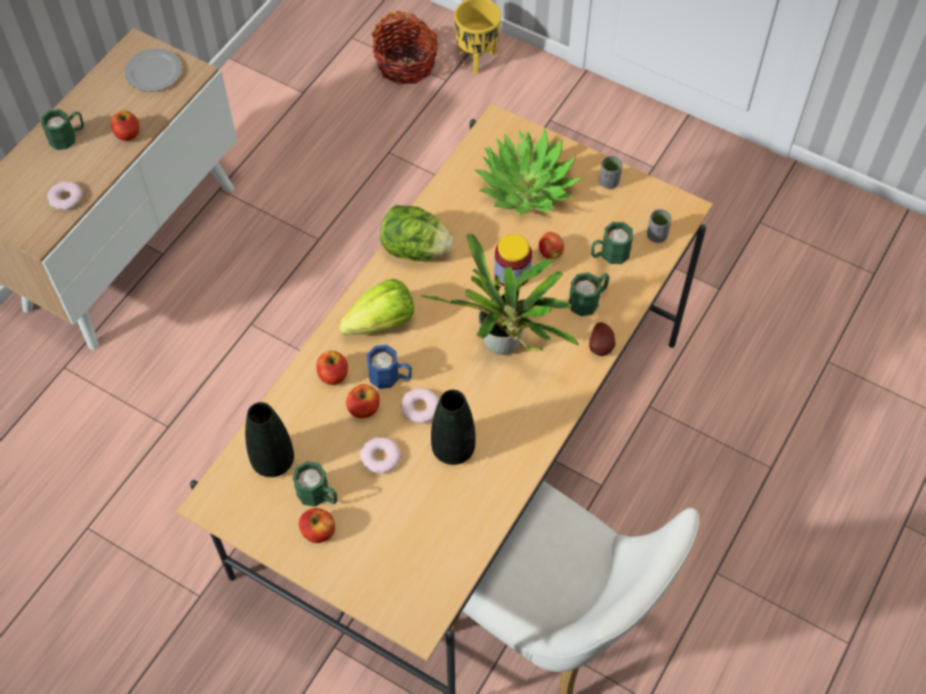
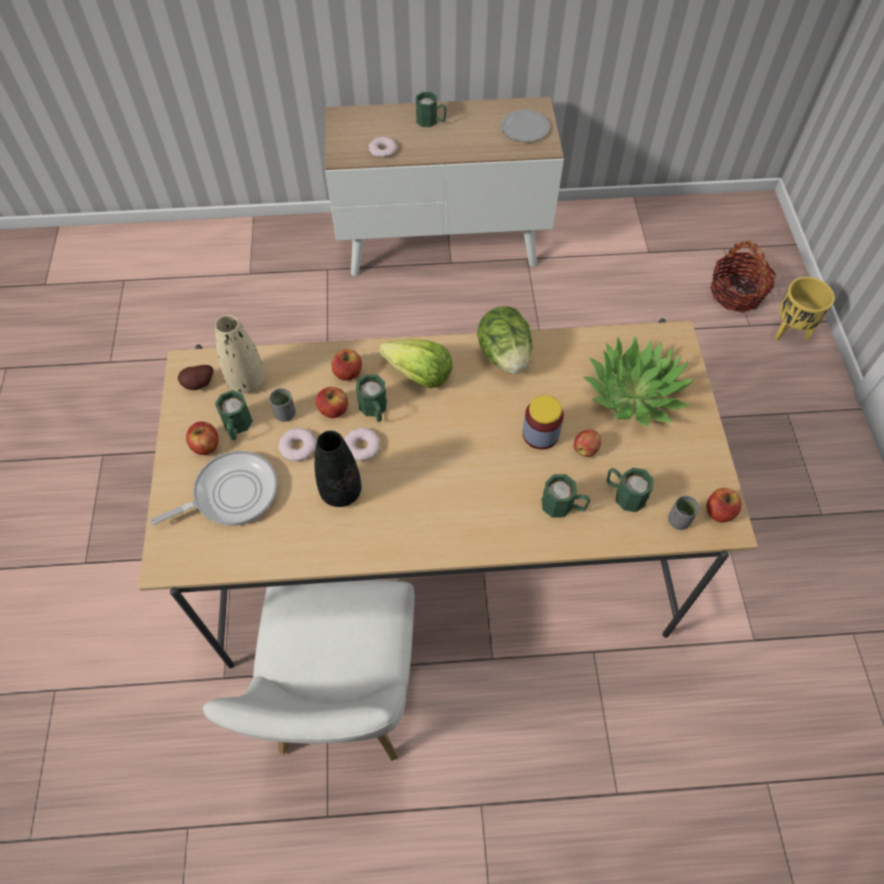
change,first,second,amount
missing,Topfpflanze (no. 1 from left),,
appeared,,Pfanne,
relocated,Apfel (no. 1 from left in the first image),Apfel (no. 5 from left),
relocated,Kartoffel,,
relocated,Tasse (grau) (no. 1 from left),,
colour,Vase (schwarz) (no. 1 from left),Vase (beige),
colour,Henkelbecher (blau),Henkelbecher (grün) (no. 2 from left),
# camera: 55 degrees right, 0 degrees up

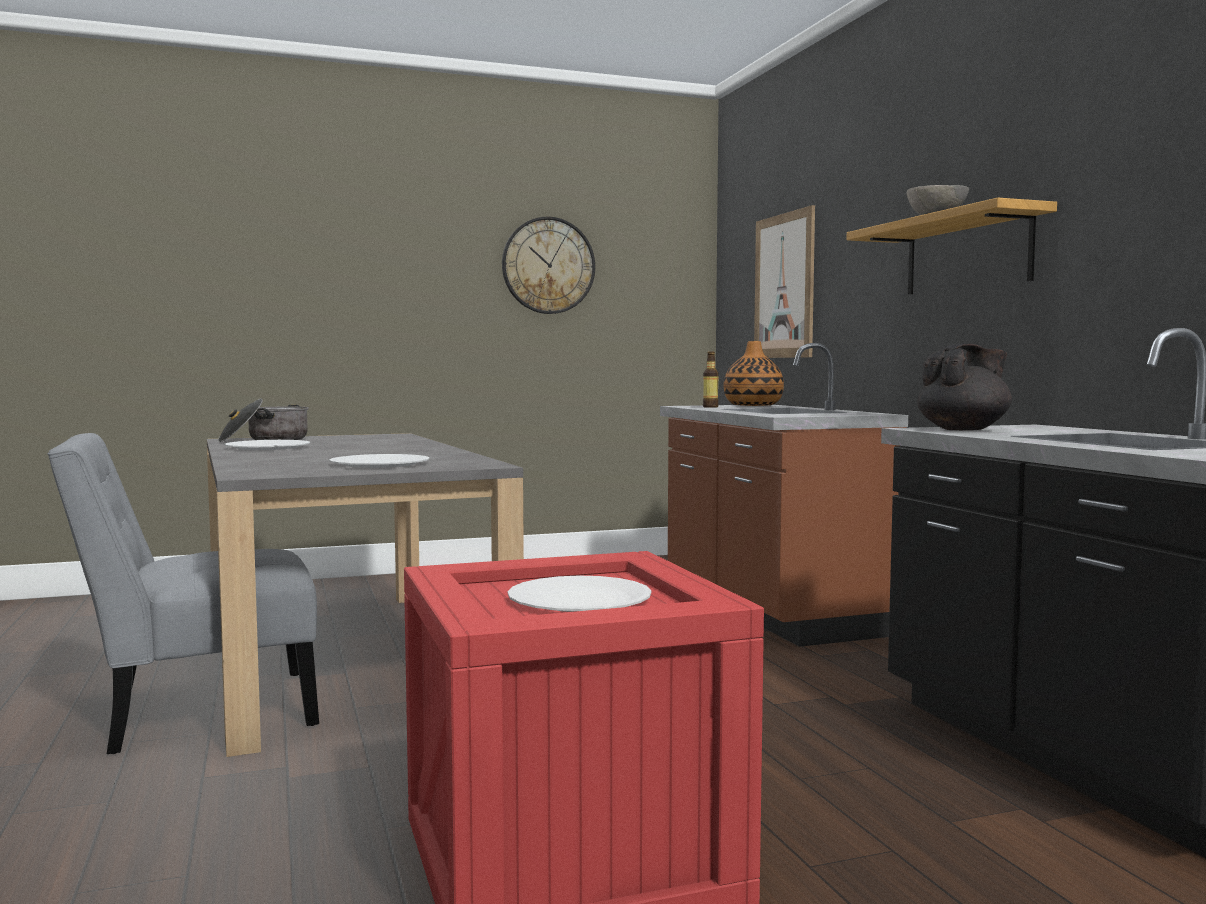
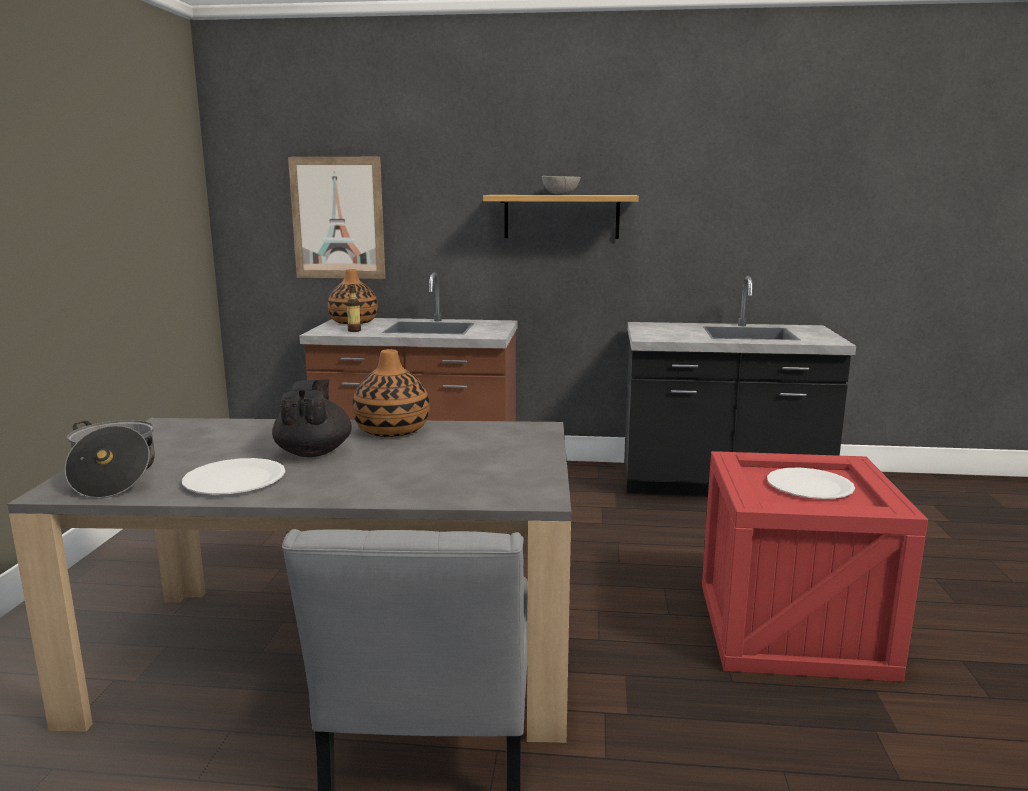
change,first,second,amount
missing,Teller (weiß) (no. 2 from left),,
missing,Wanduhr,,
appeared,,Vase (no. 2 from left),
relocated,Teekanne (schwarz),,
# camera: 65 degrees left, 10 degrees up

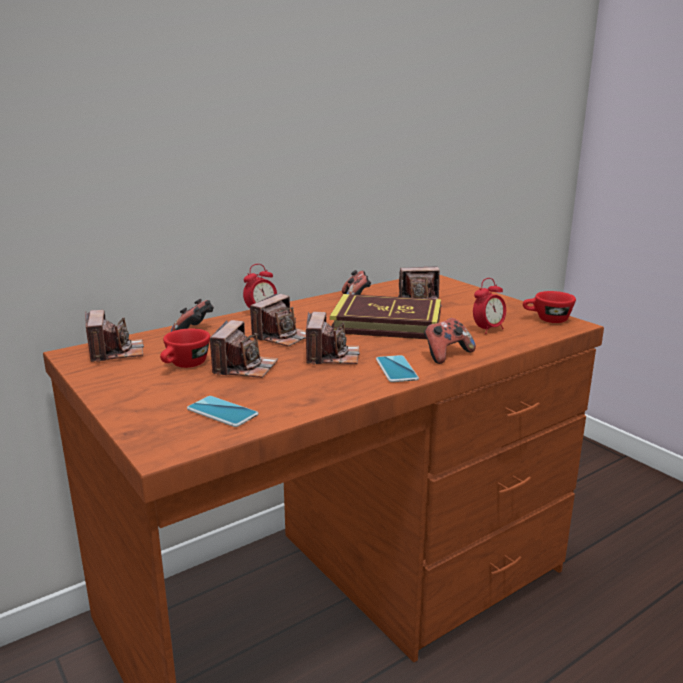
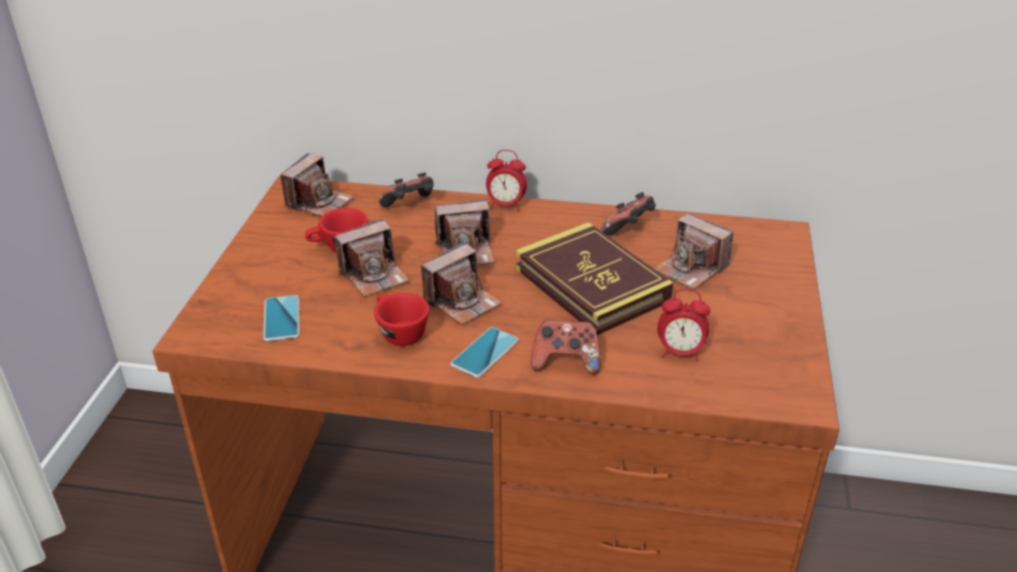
change,first,second,amount
relocated,Tasse (rot) (no. 2 from left),,
# camera: 45 degrees right, 15 degrees up

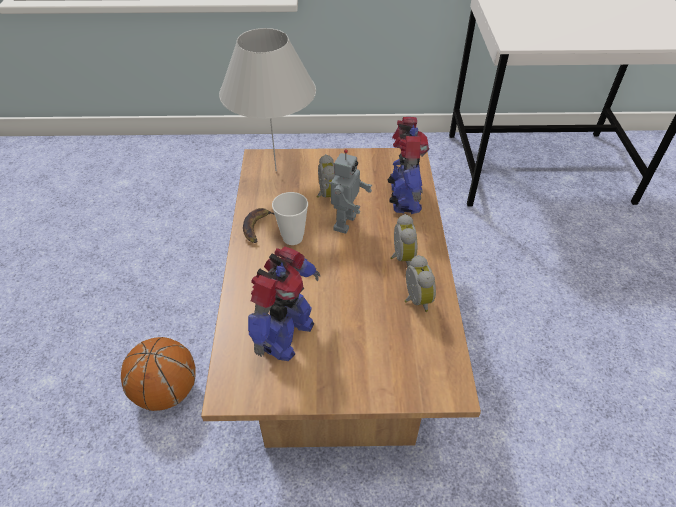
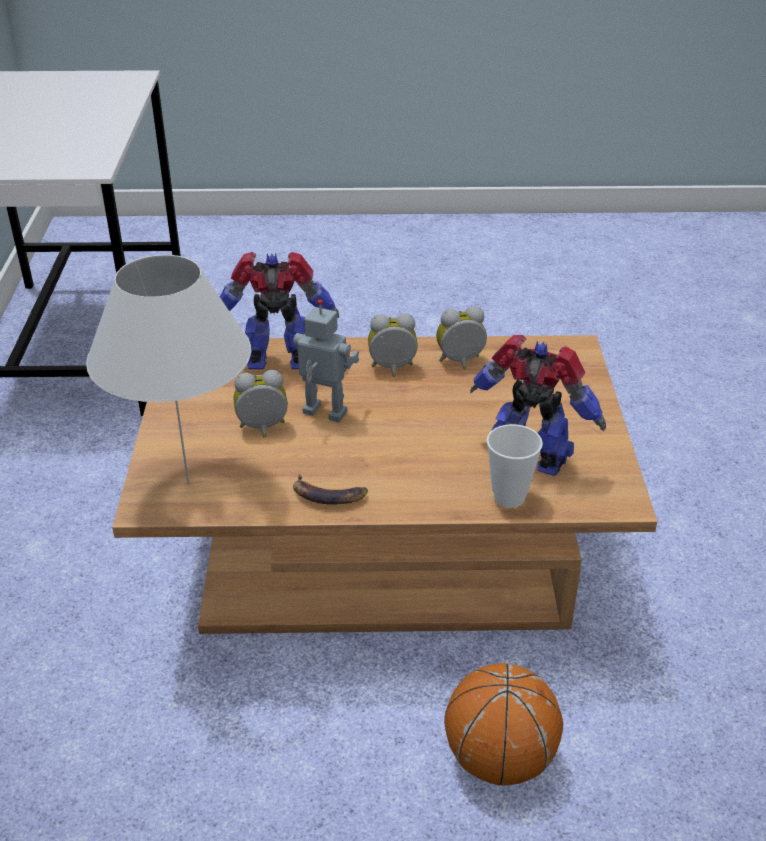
change,first,second,amount
relocated,Tasse,,
# camera: 90 degrees left, 10 degrees down

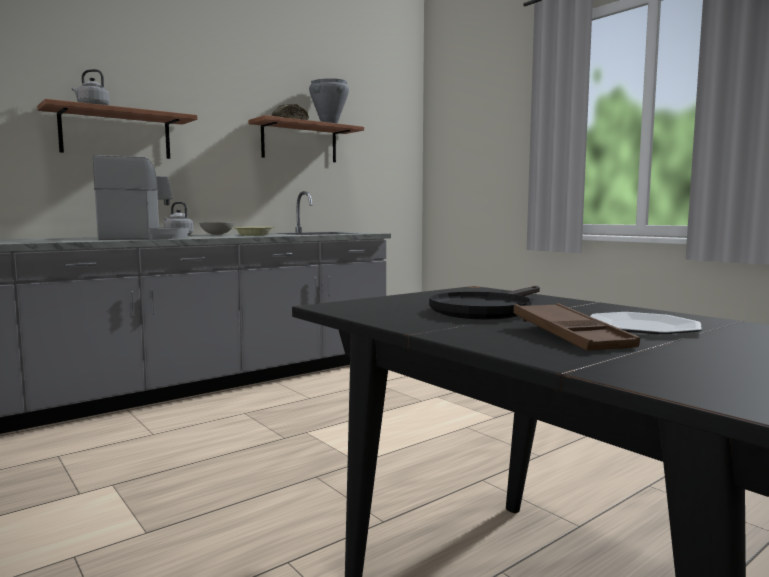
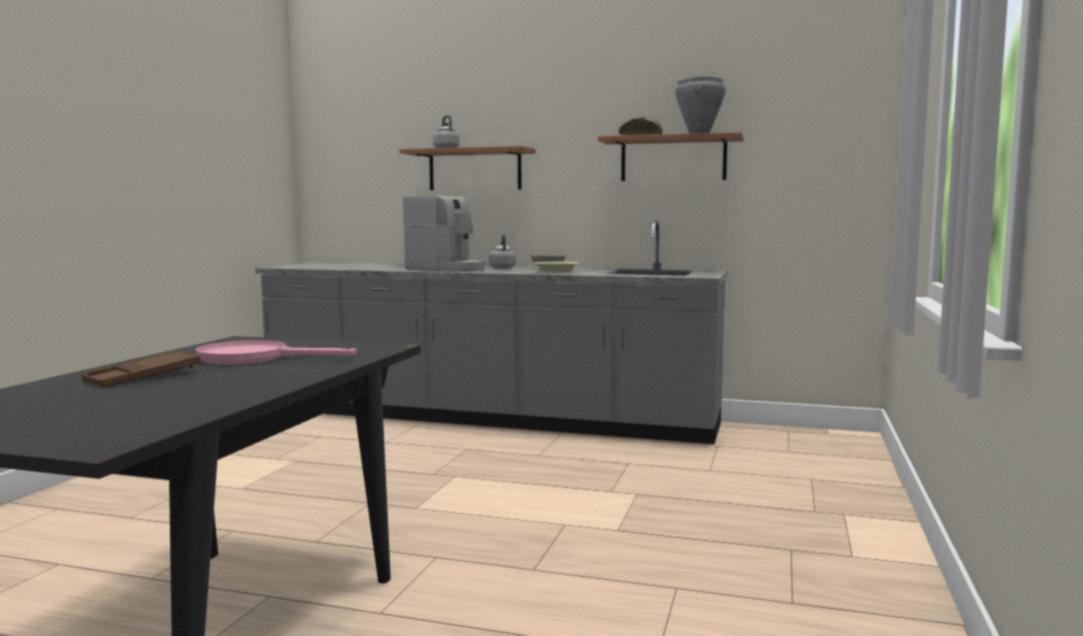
change,first,second,amount
missing,Teller,,
colour,Pfanne (schwarz),Pfanne (rosa),
# camera: 55 degrees right, 0 degrees up

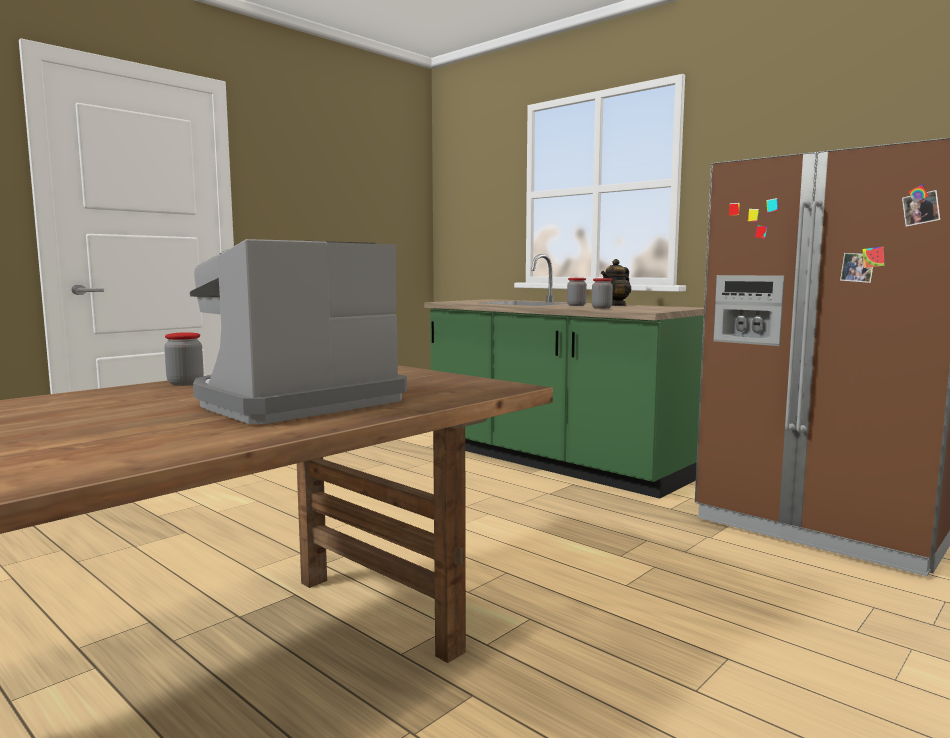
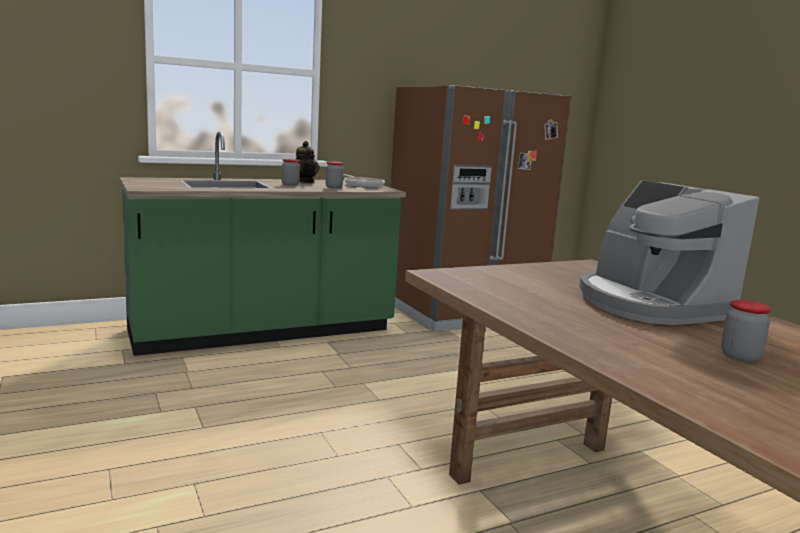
change,first,second,amount
appeared,,Pfanne,
relocated,Vorratsglas (no. 1 from left in the first image),Vorratsglas (no. 3 from left),
# camera: 70 degrees left, 5 degrees up

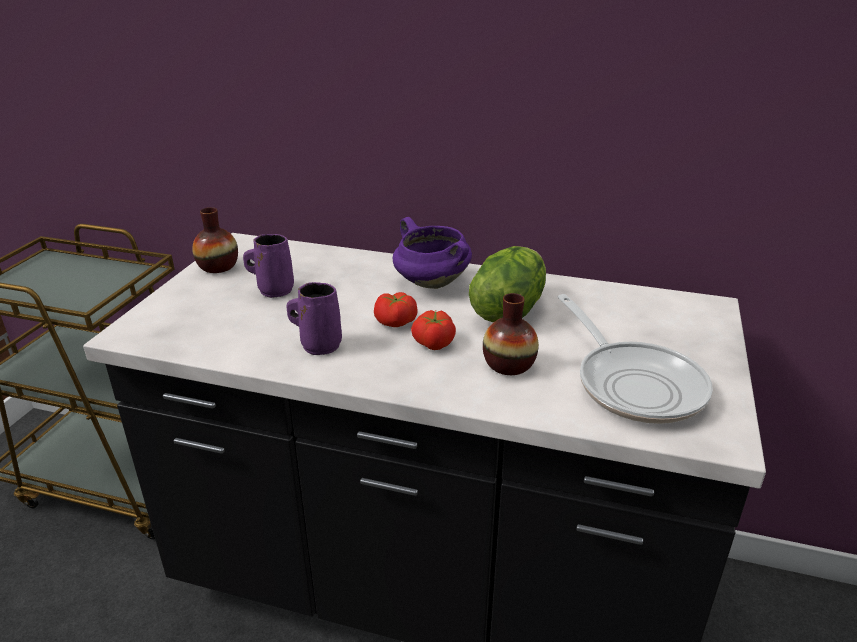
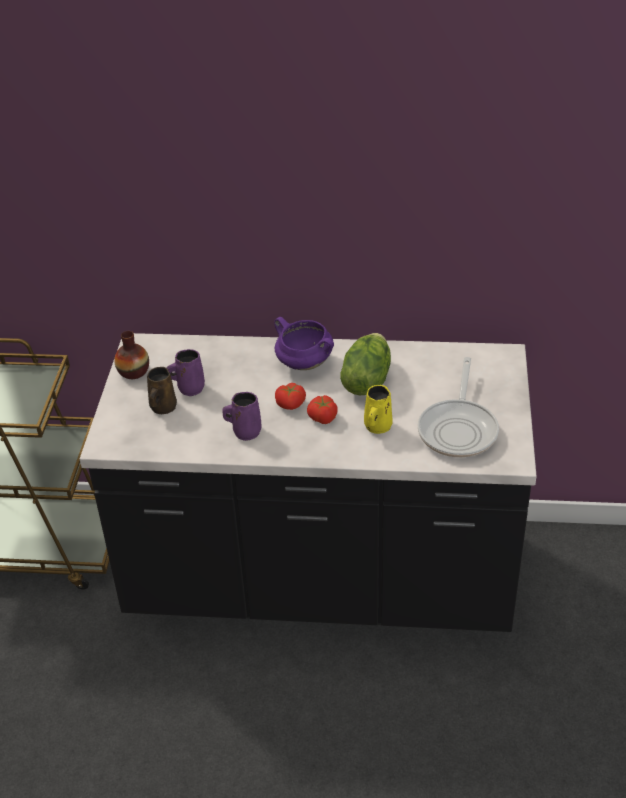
change,first,second,amount
appeared,,Henkelbecher (braun),
exchanged,Vase (no. 2 from left),Henkelbecher (gelb),
spun,Pfanne,,45 degrees clockwise
# camera: 10 degrees left, 10 degrees up

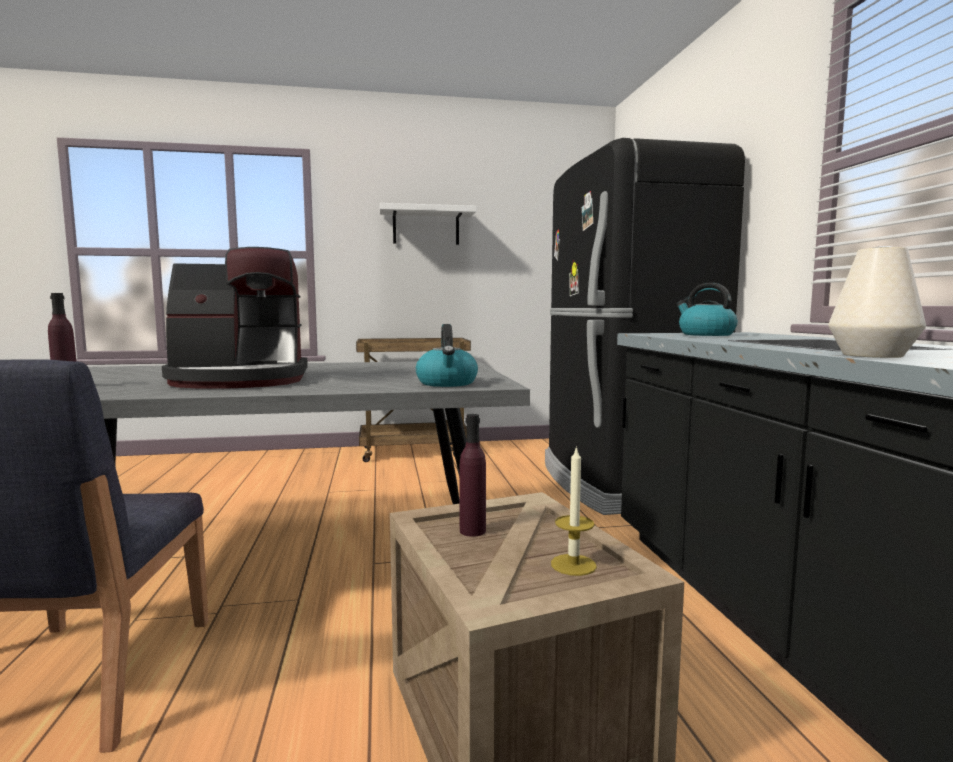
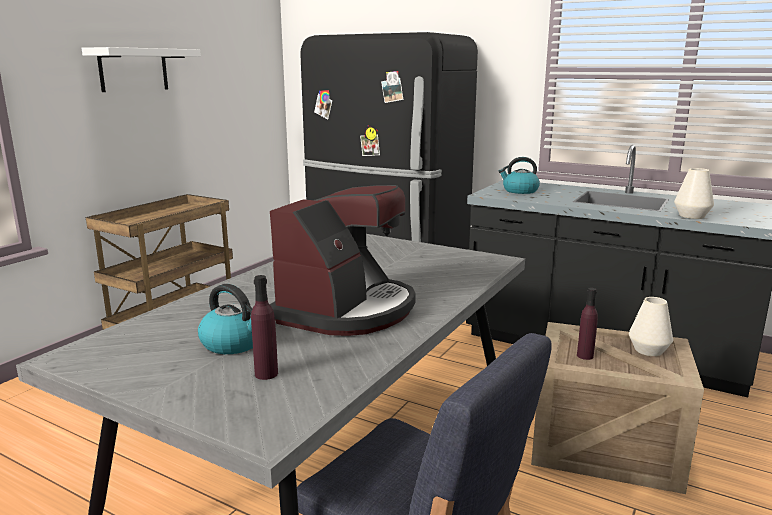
change,first,second,amount
relocated,Wasserkessel (no. 1 from left),,
exchanged,Kerze,Vase (weiß) (no. 1 from left),
# camera: 50 degrees left, 10 degrees up

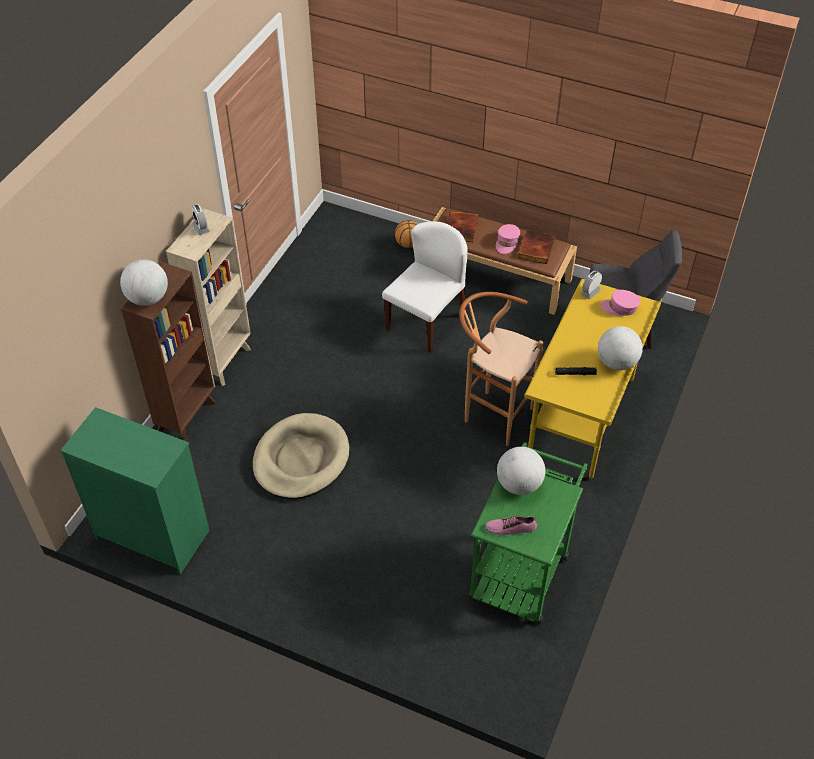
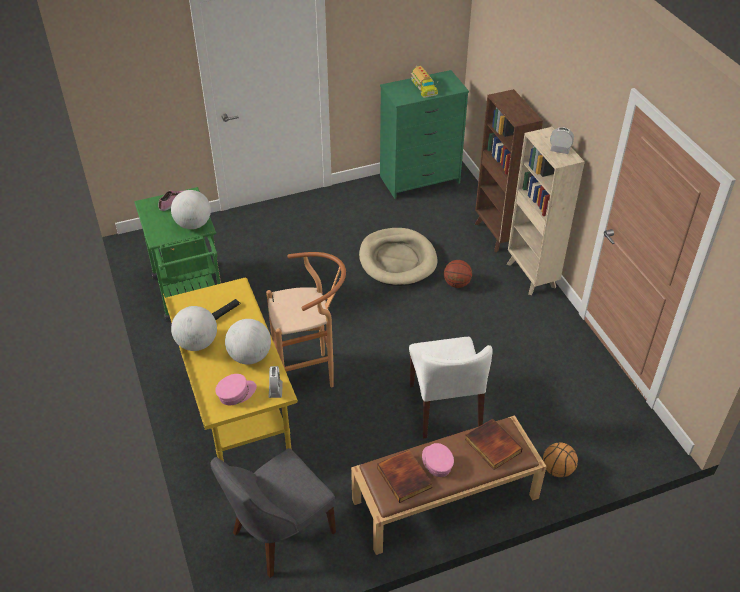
change,first,second,amount
appeared,,Spielzeuglaster,
appeared,,Basketball (no. 1 from left),
relocated,Globus (no. 1 from left in the first image),Globus (no. 3 from left),
# camera: 135 degrees right, 5 degrees down

